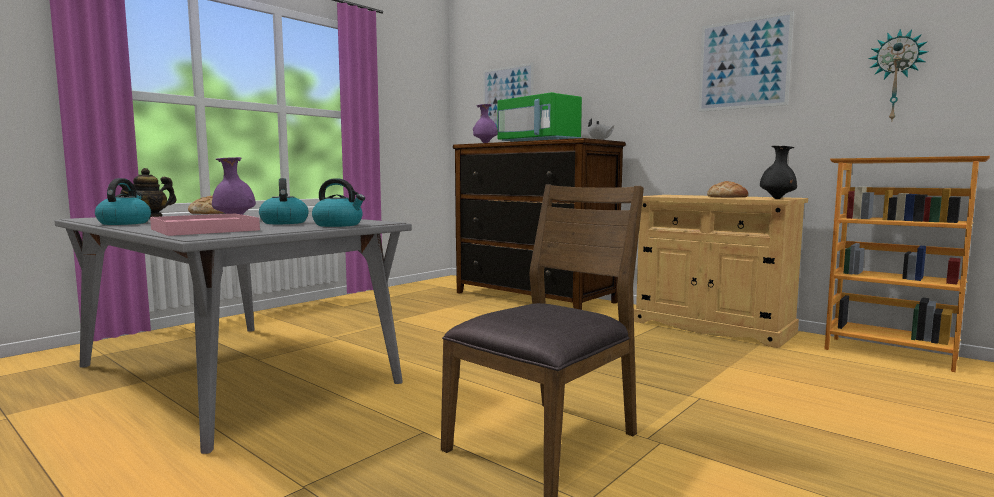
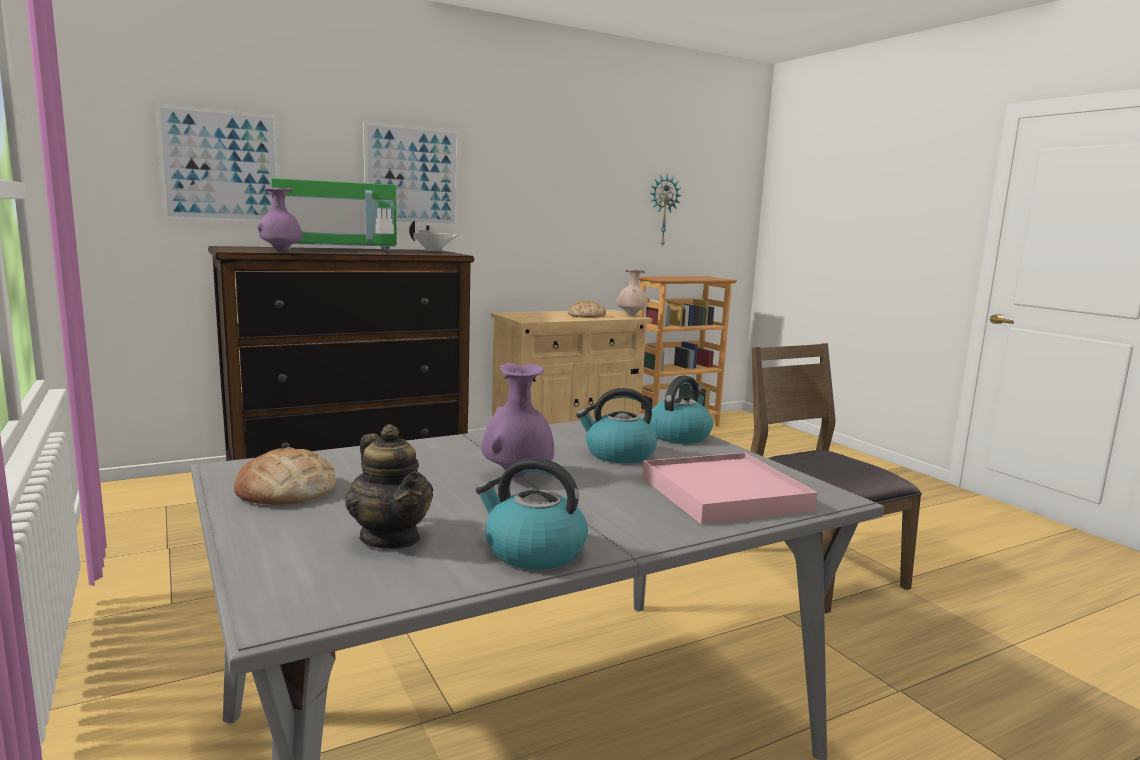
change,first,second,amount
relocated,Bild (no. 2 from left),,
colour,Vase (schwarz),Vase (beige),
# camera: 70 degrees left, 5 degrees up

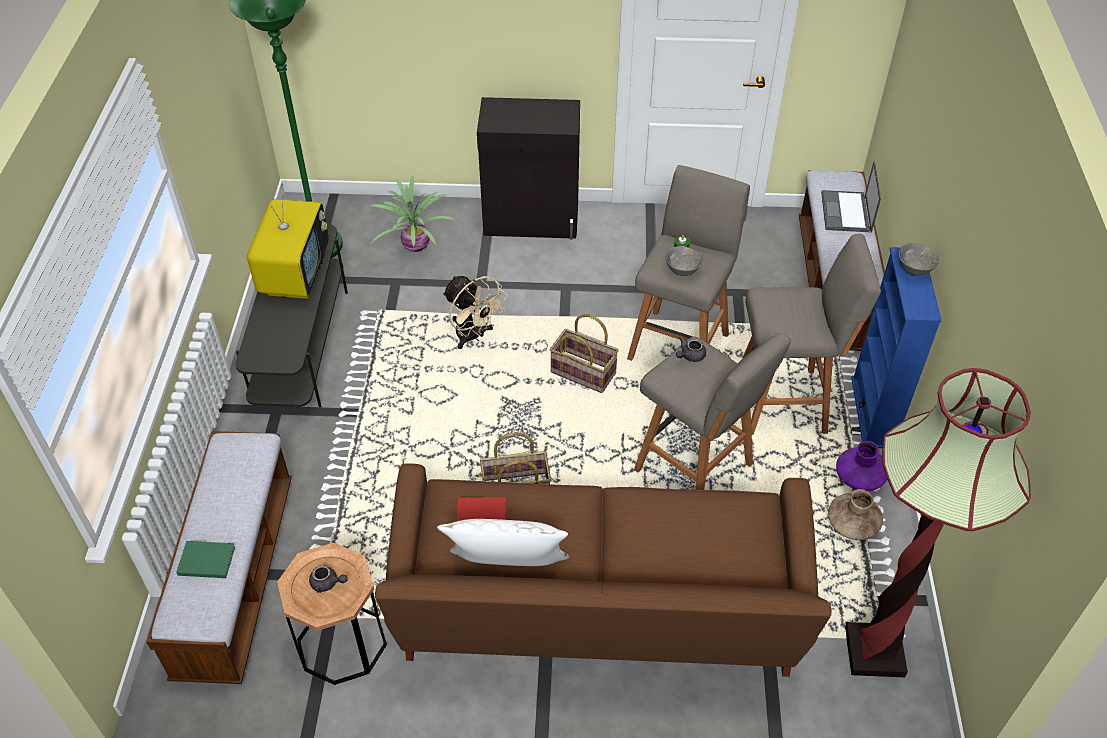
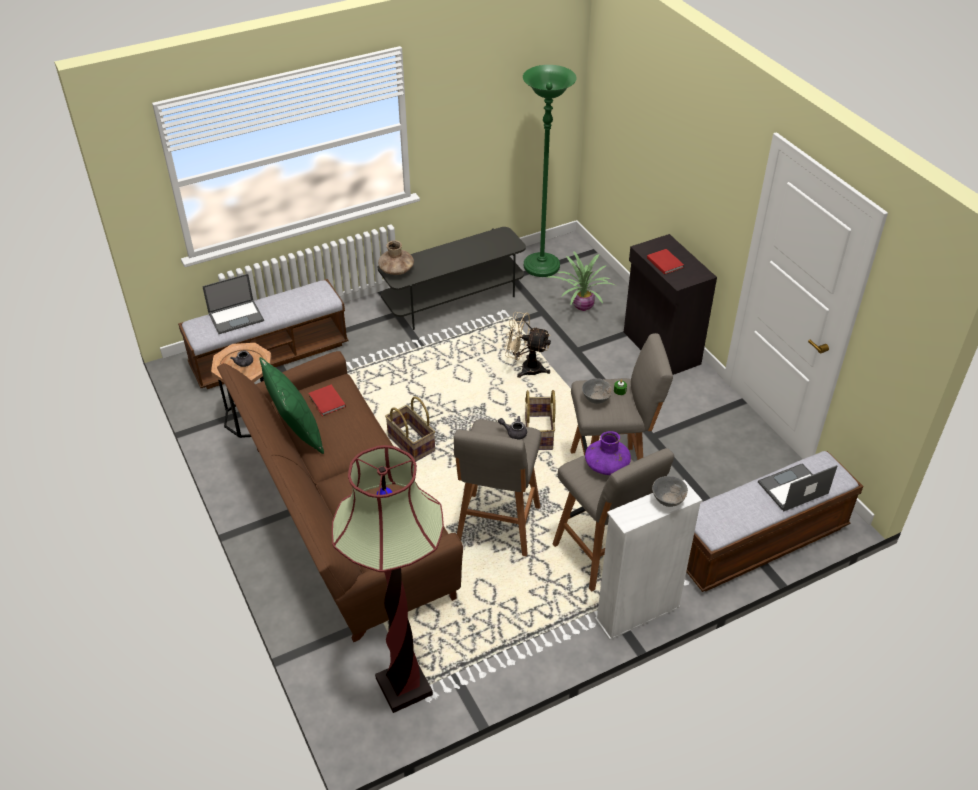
change,first,second,amount
missing,Fernseher,,
appeared,,Buch (rot) (no. 2 from left),
relocated,Vase (braun),,
relocated,Vase (lila),,
exchanged,Buch (grün),Laptop (no. 1 from left),
colour,Kissen (weiß),Kissen (grün),
colour,Bücherregal (blau),Bücherregal (weiß),
spun,Ventilator (beige),,90 degrees clockwise
# camera: 60 degrees right, 5 degrees down

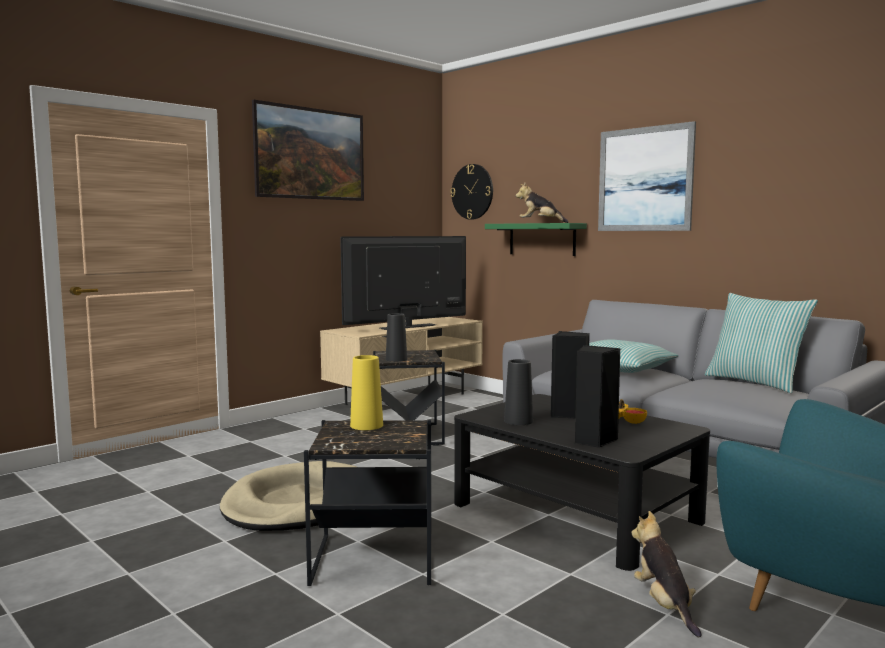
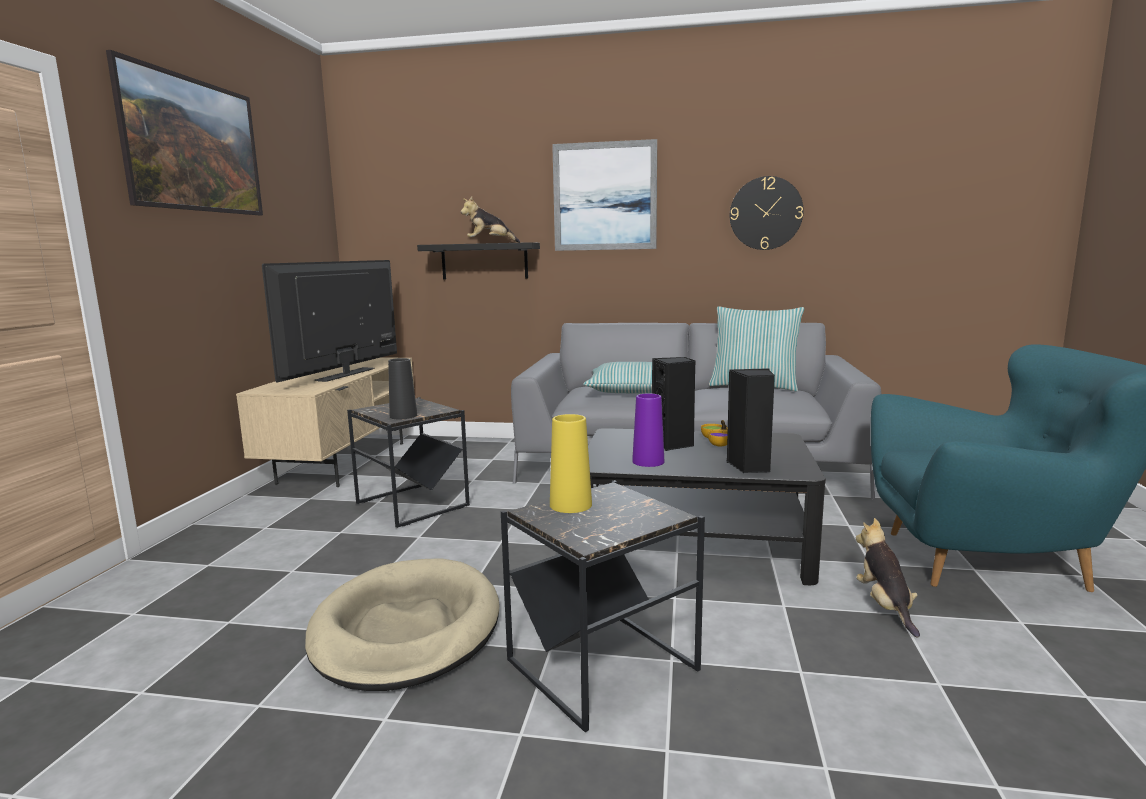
change,first,second,amount
relocated,Wanduhr,,
colour,Wandregal (grün),Wandregal (schwarz),
colour,Vase (schwarz) (no. 2 from left),Vase (lila),
spun,Plüschtier (no. 2 from left),,45 degrees clockwise
# camera: 35 degrees left, 5 degrees up

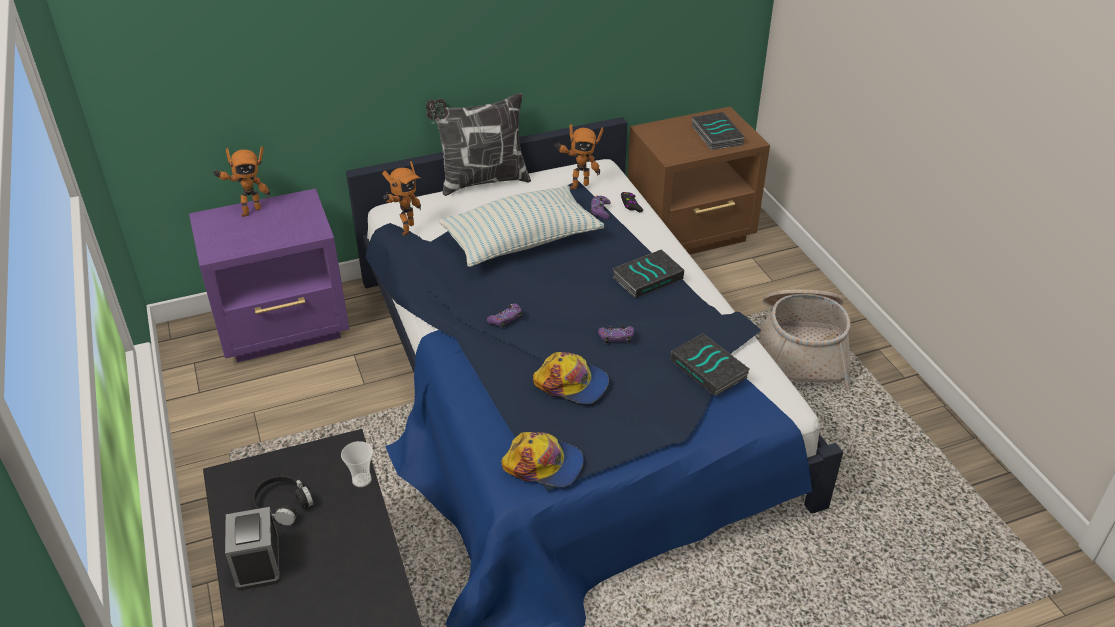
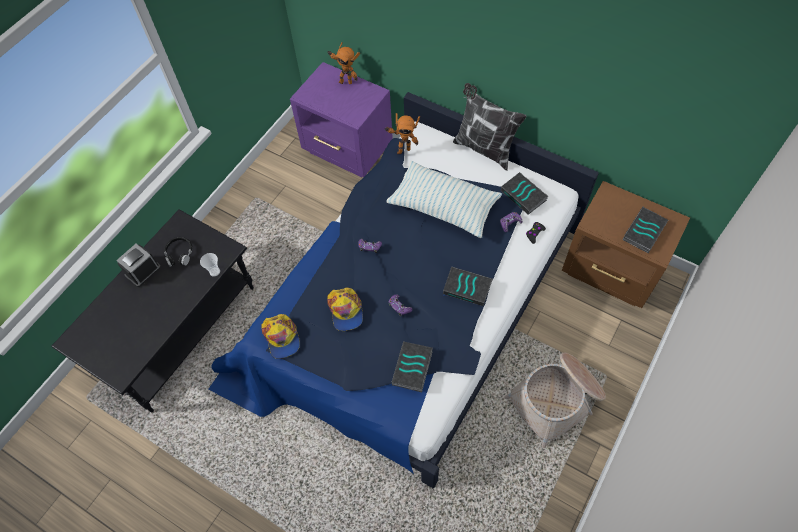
change,first,second,amount
exchanged,Spielzeugroboter (no. 3 from left),Buch (no. 3 from left),
# camera: 55 degrees right, 20 degrees up

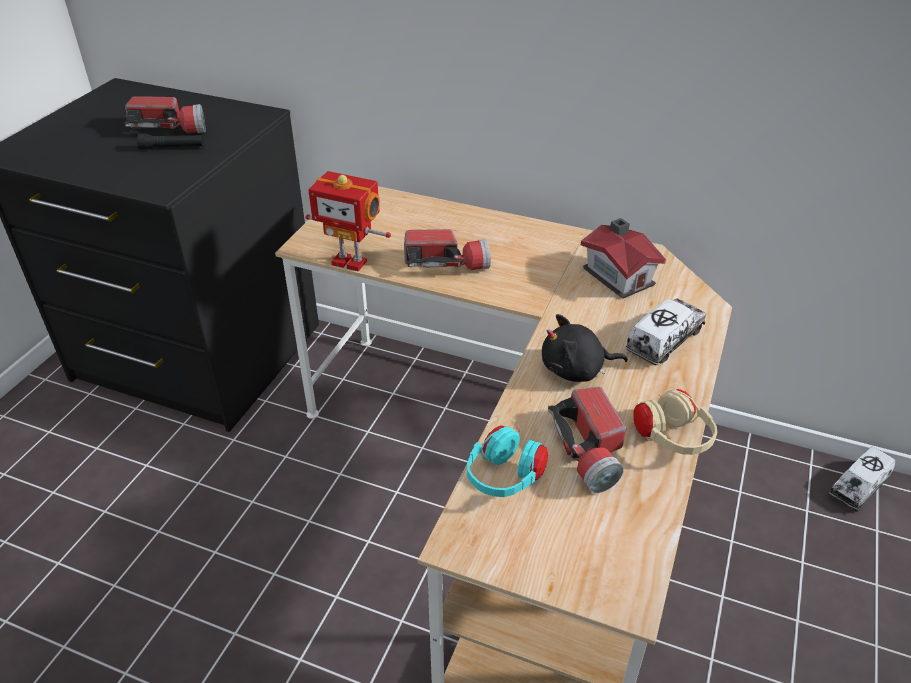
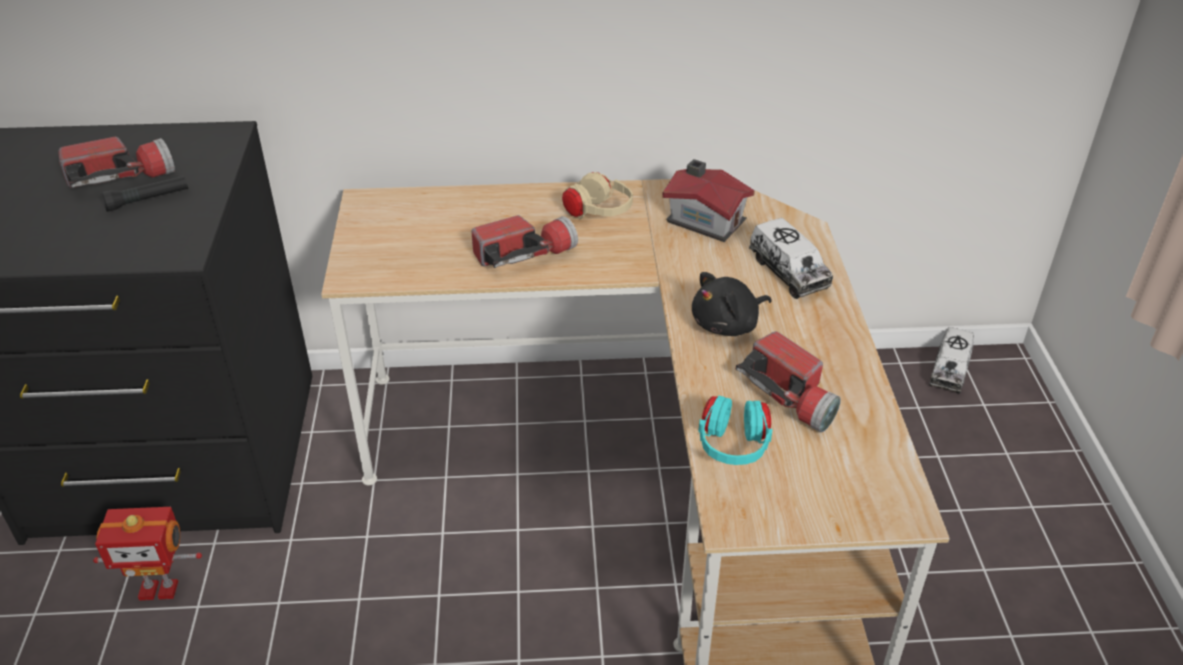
change,first,second,amount
relocated,Spielzeugroboter,,
relocated,Kopfhörer (beige),,
spun,Spielzeuglaster (no. 1 from left),,135 degrees clockwise
# camera: 25 degrees left, 0 degrees up

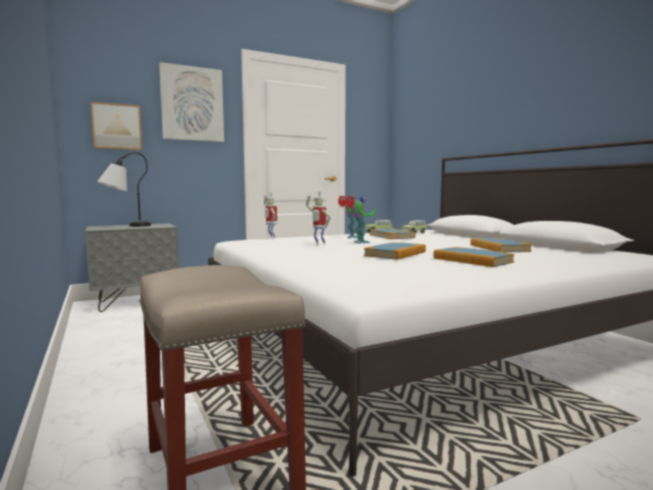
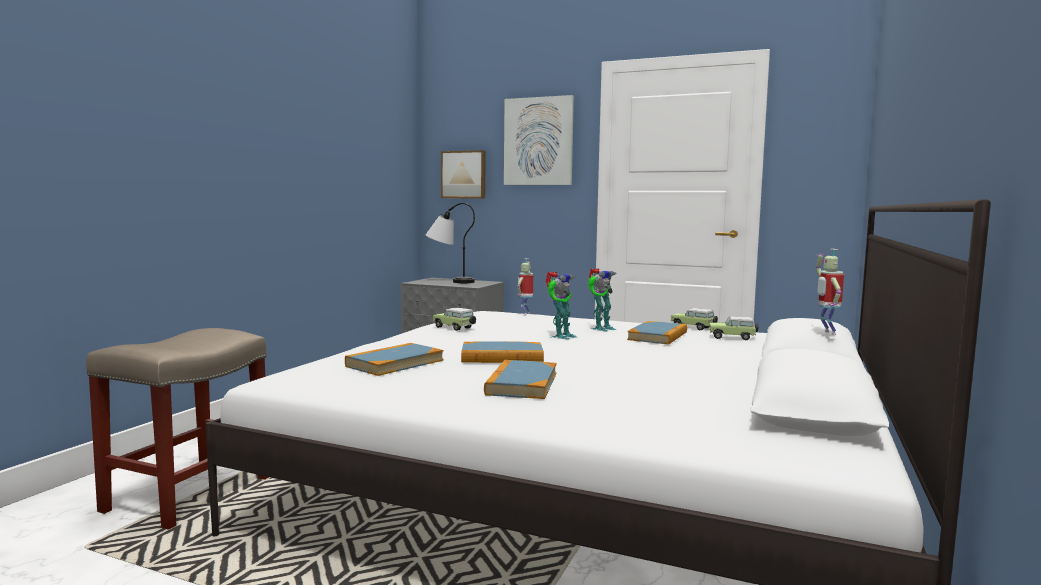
change,first,second,amount
appeared,,Spielzeugauto (no. 1 from left),
relocated,Spielzeugroboter (no. 2 from left in the first image),Spielzeugroboter (no. 4 from left),
relocated,Buch (no. 4 from left in the first image),Buch (no. 1 from left),
# camera: 50 degrees right, 0 degrees up

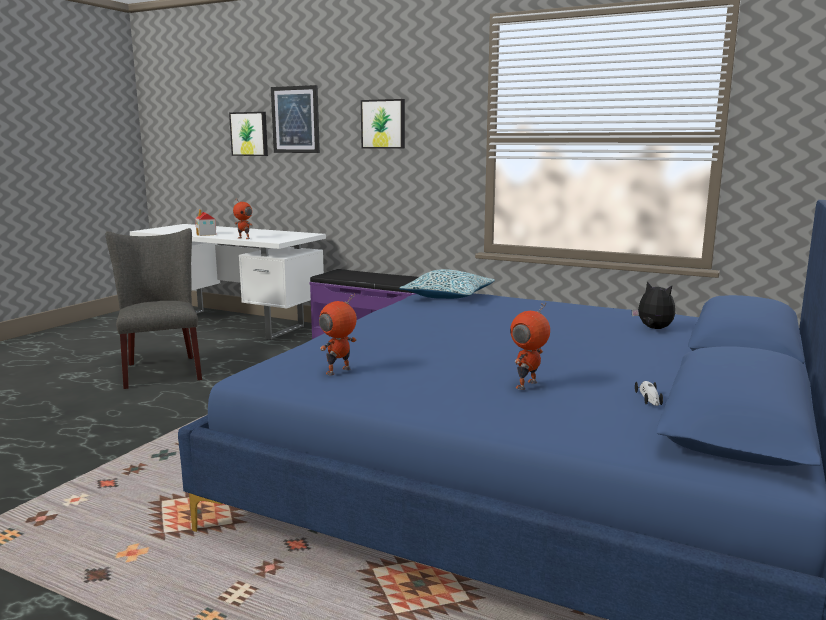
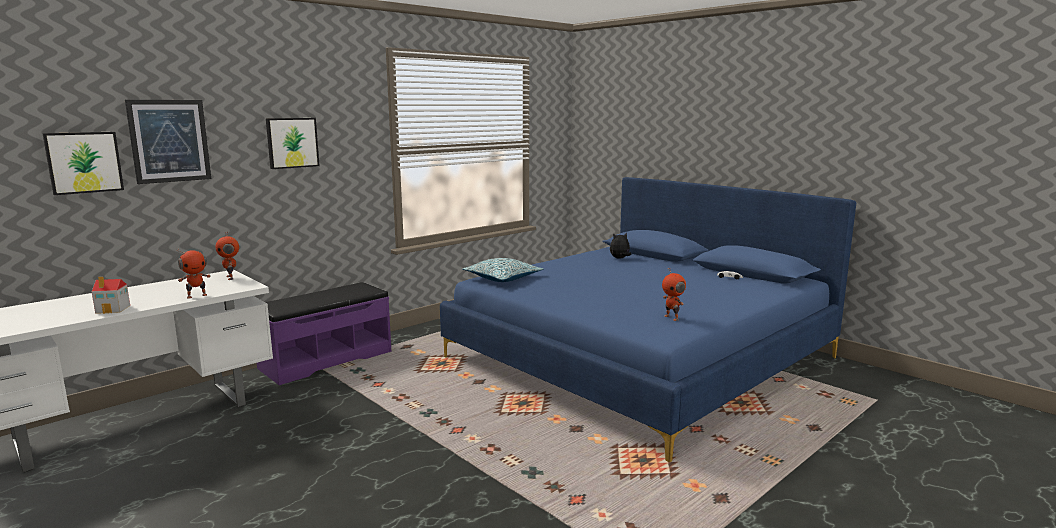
change,first,second,amount
missing,Stuhl (grau),,
relocated,Spielzeugroboter (no. 3 from left in the first image),Spielzeugroboter (no. 2 from left),
# camera: 70 degrees left, 0 degrees up

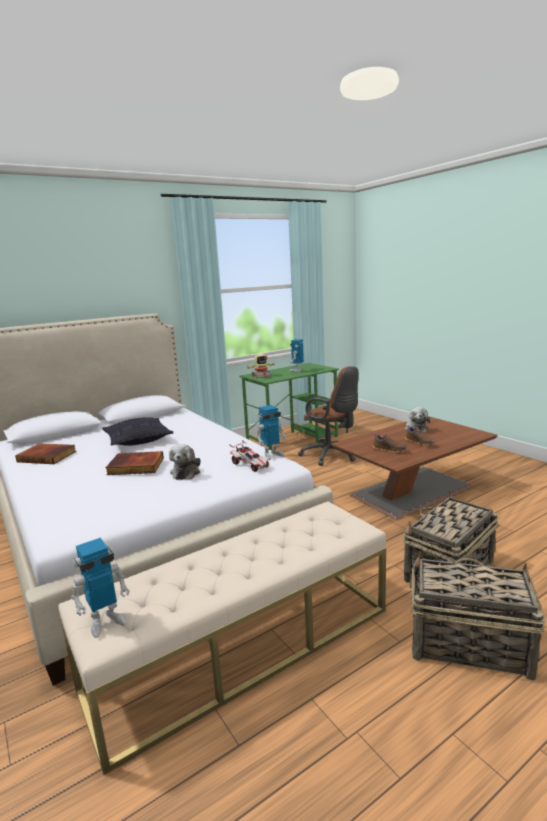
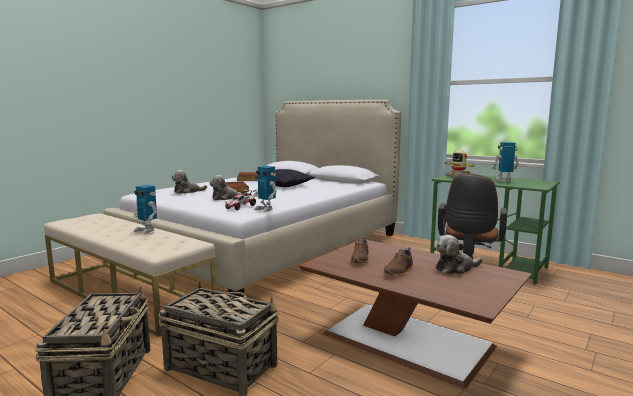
change,first,second,amount
appeared,,Plüschtier (no. 1 from left),
relocated,Spielzeugroboter (no. 1 from left),,
# camera: 70 degrees right, 5 degrees down

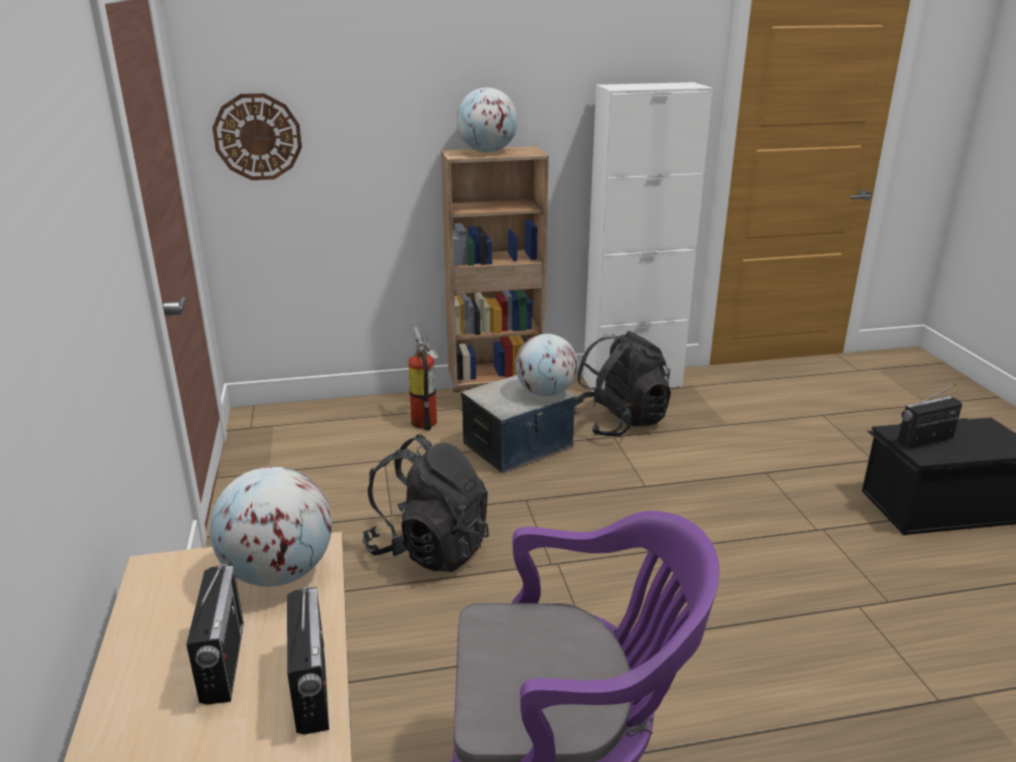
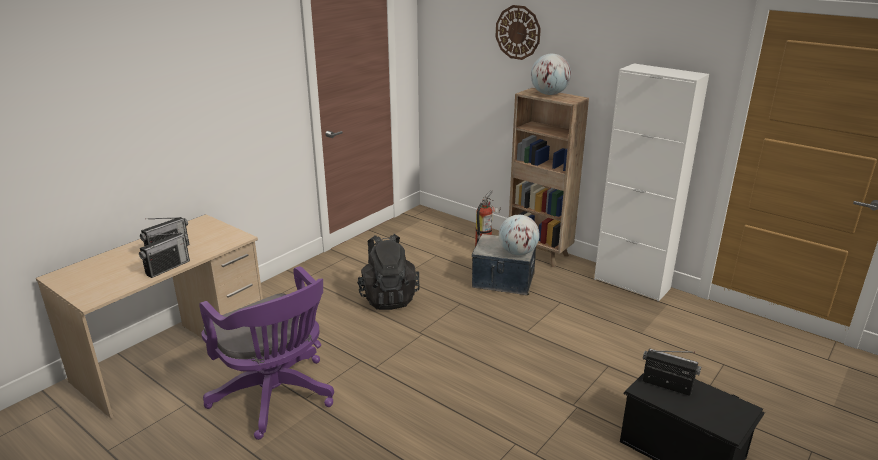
change,first,second,amount
missing,Globus (no. 1 from left),,
missing,Rucksack (schwarz) (no. 2 from left),,
relocated,Wanduhr,,
# camera: 50 degrees right, 0 degrees up

